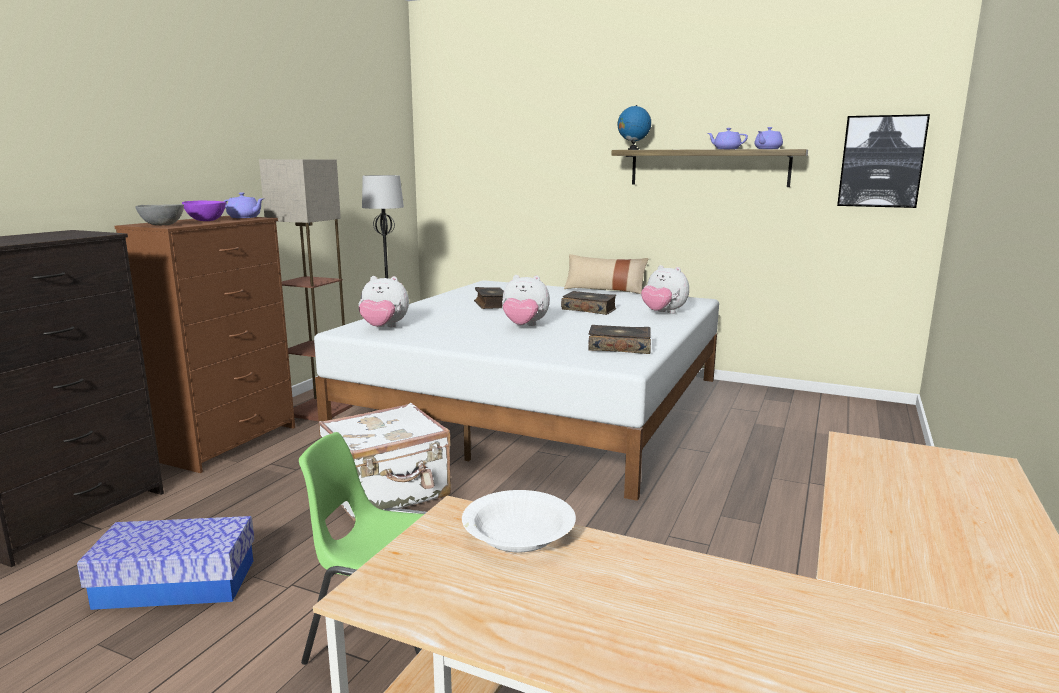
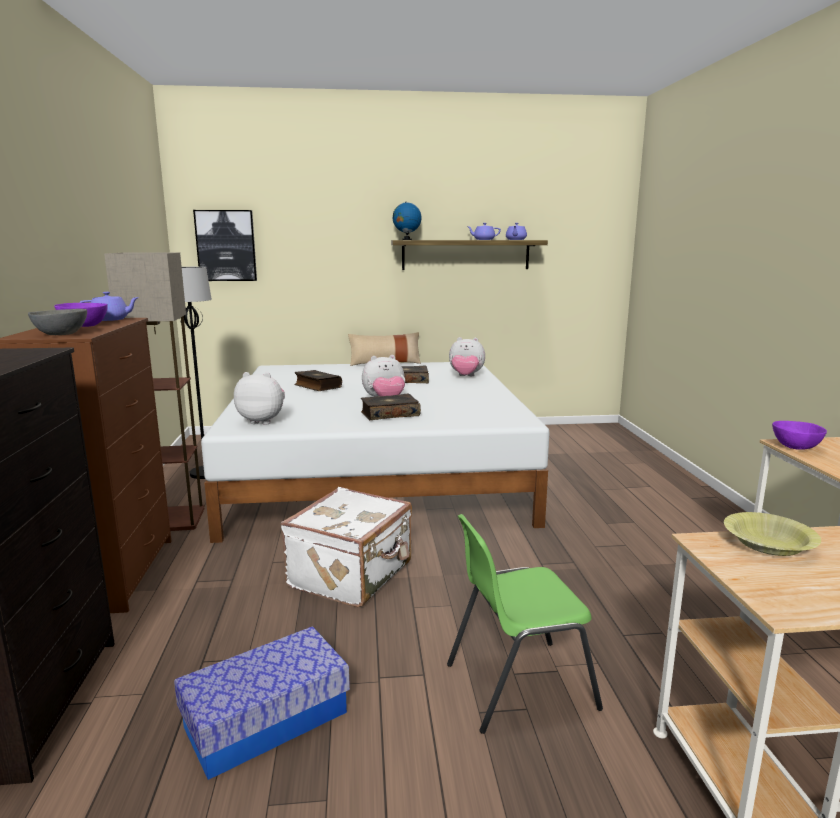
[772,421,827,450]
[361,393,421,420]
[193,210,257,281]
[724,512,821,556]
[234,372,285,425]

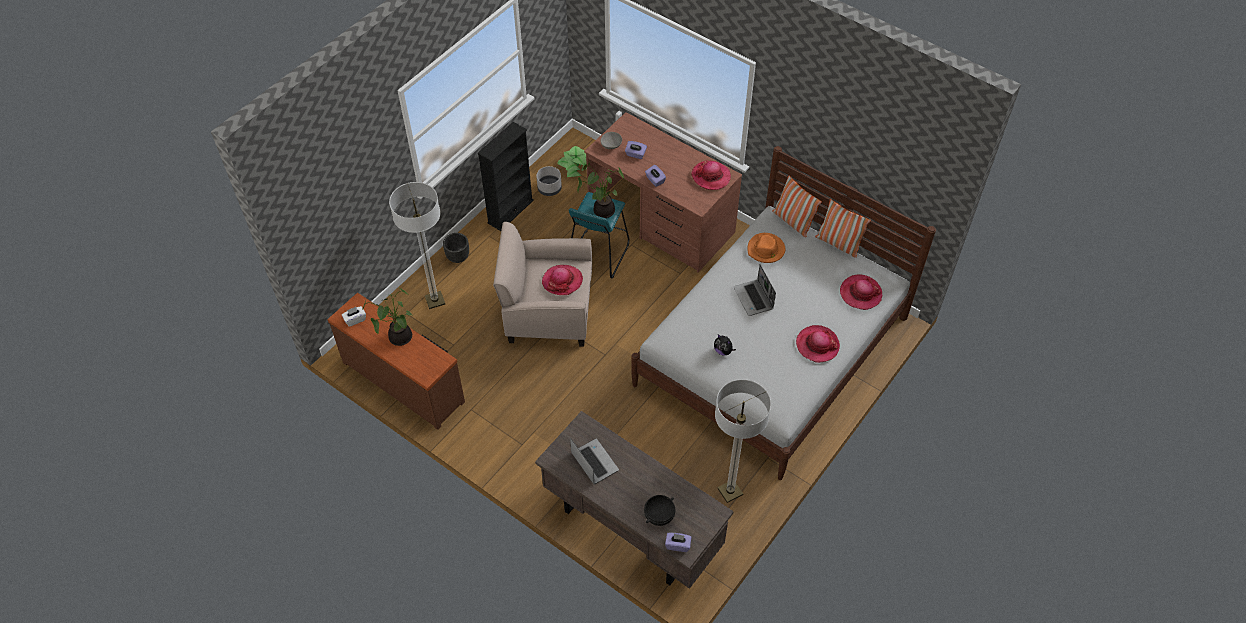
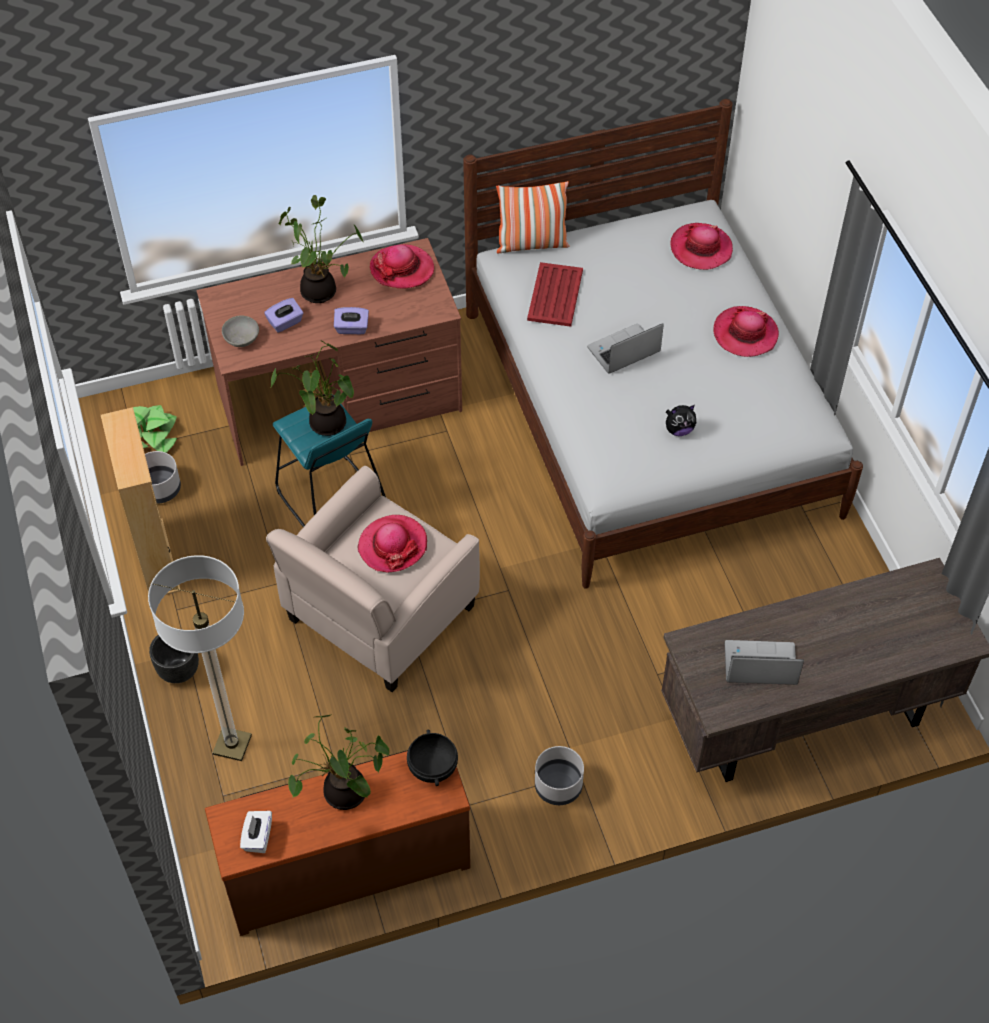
[665,533,691,552] (first image)
[715,379,771,503] (first image)
[815,199,871,258] (first image)
[278,195,363,303]
[535,746,584,805]
[407,729,458,786]
[527,262,583,327]
[101,407,181,595]
[587,323,664,374]

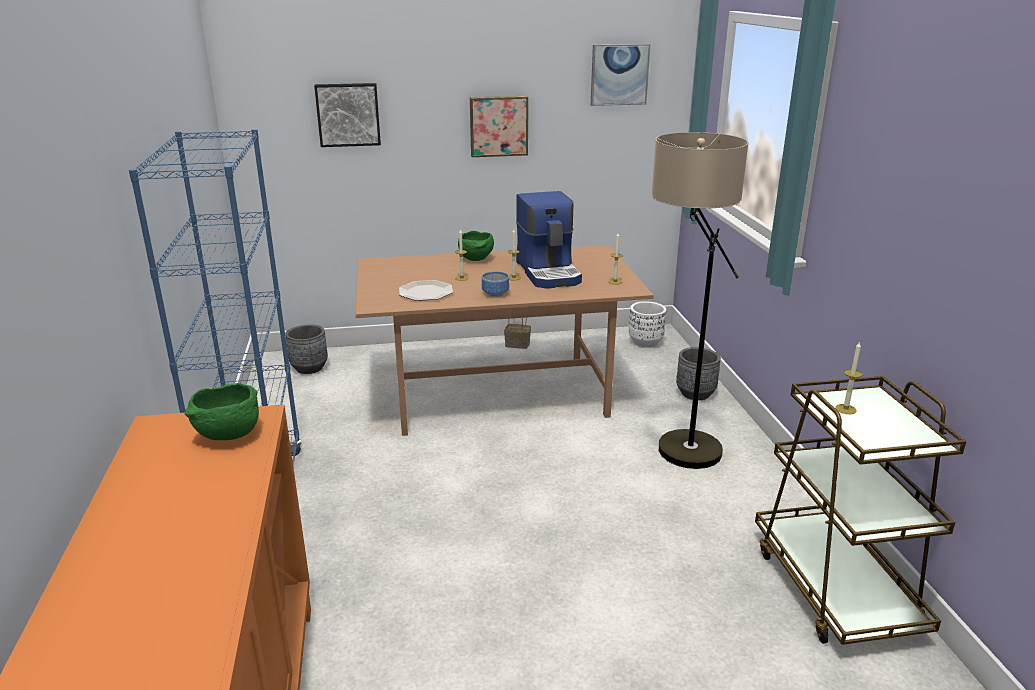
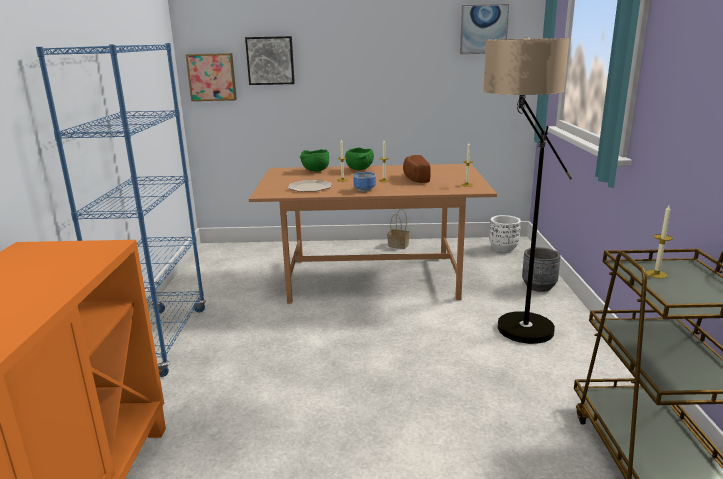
[285,324,328,374] (first image)
[300,149,329,172]
[185,53,237,101]
[403,155,430,183]

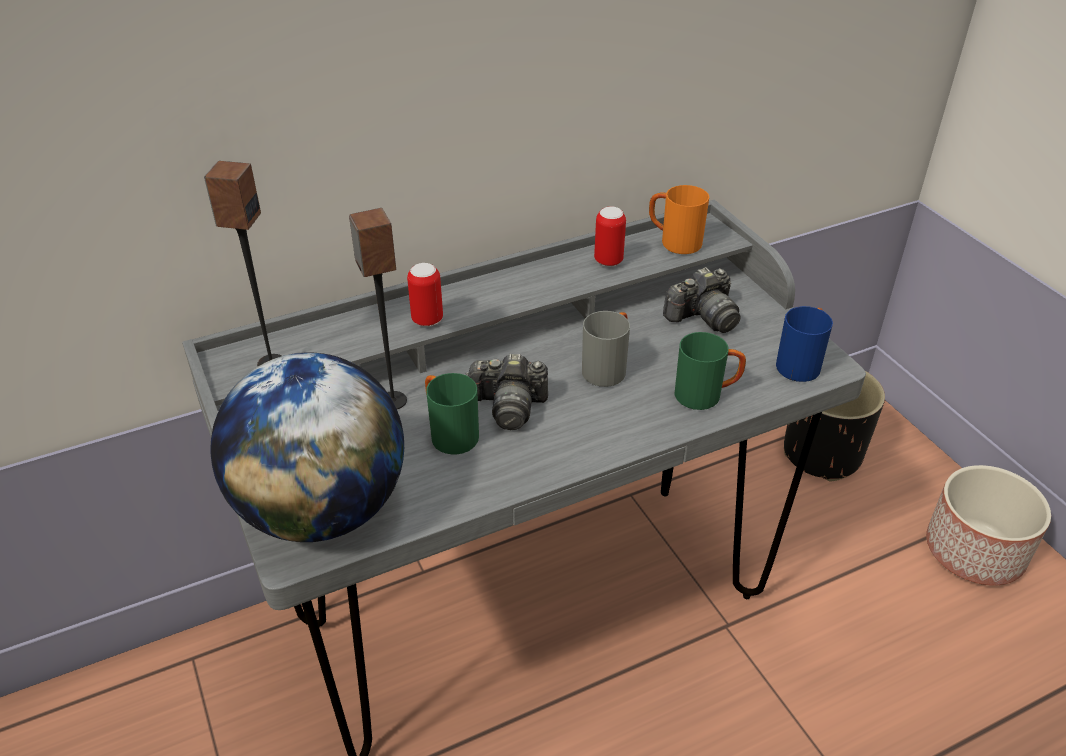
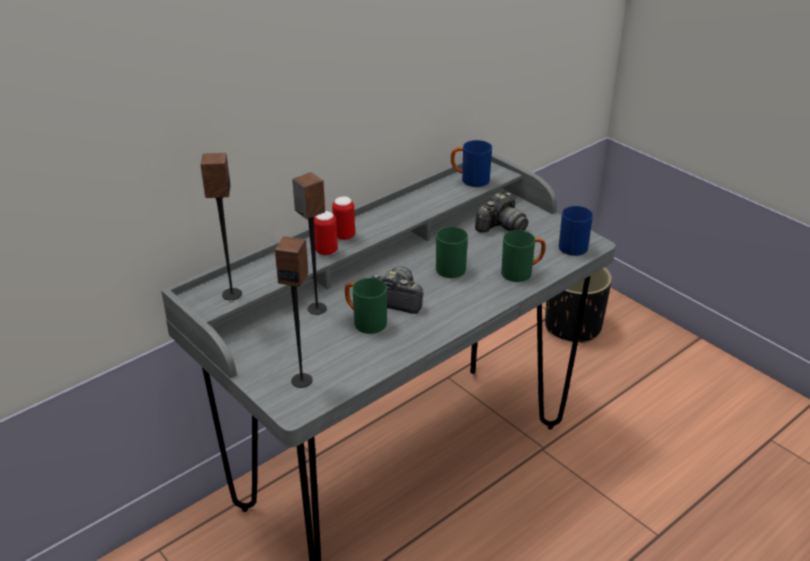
[926,465,1051,585] (first image)
[332,196,355,240]
[275,236,313,388]
[436,227,468,278]
[451,140,492,187]
[371,267,424,314]

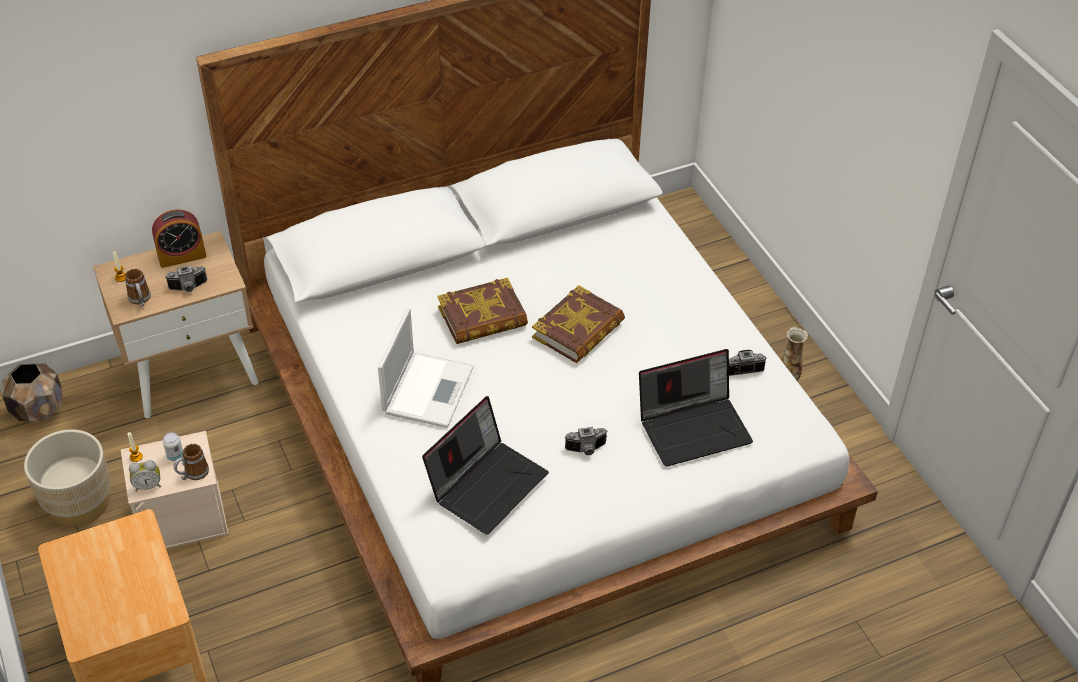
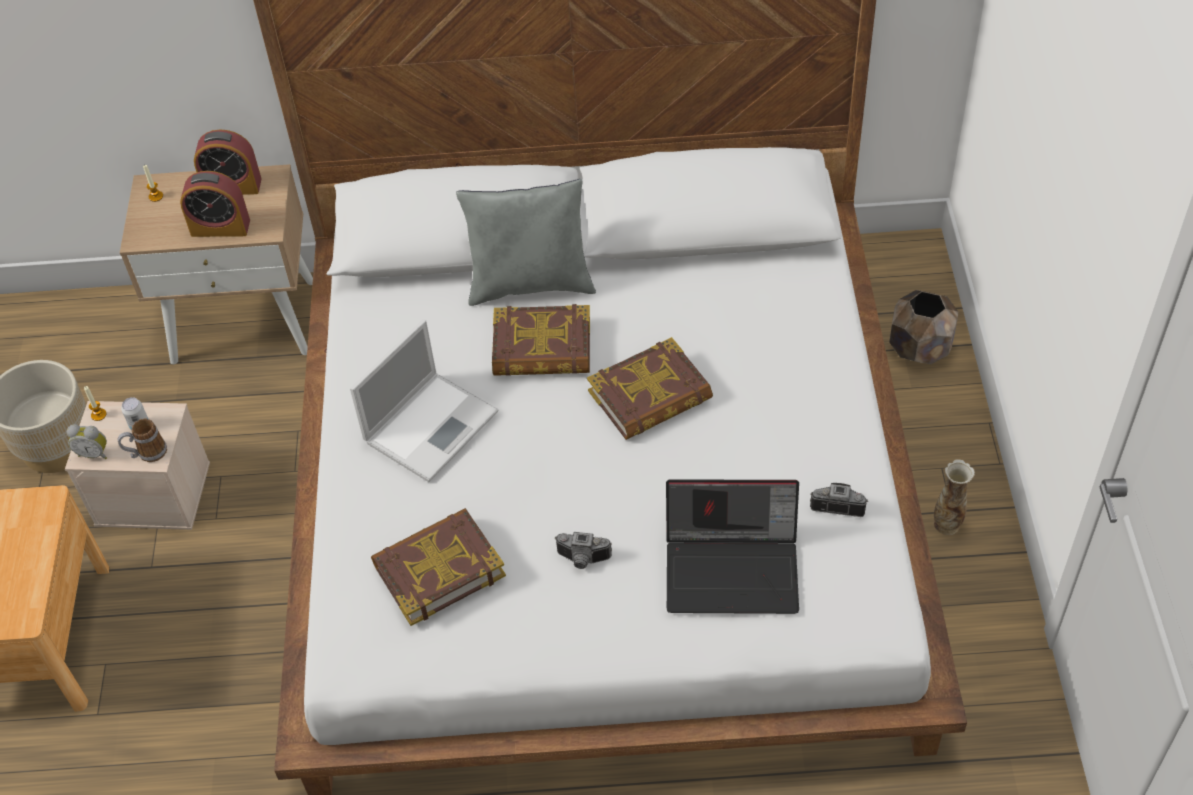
[125,269,151,306] (first image)
[456,179,596,306]
[889,290,958,364]
[180,171,250,237]
[371,508,506,626]

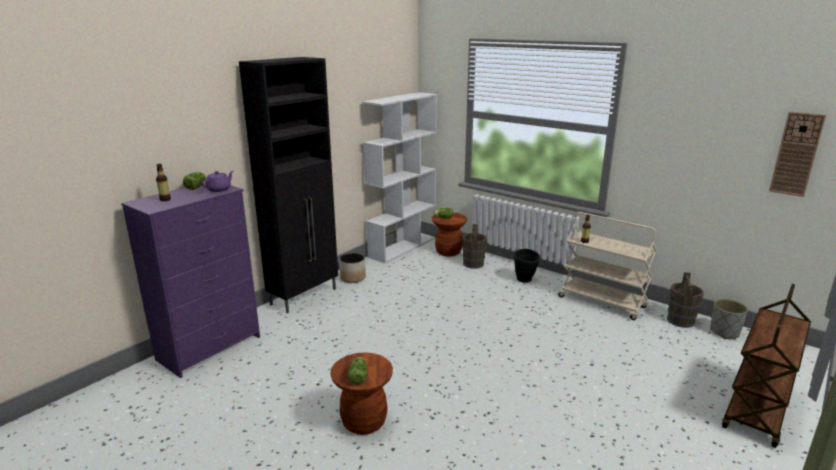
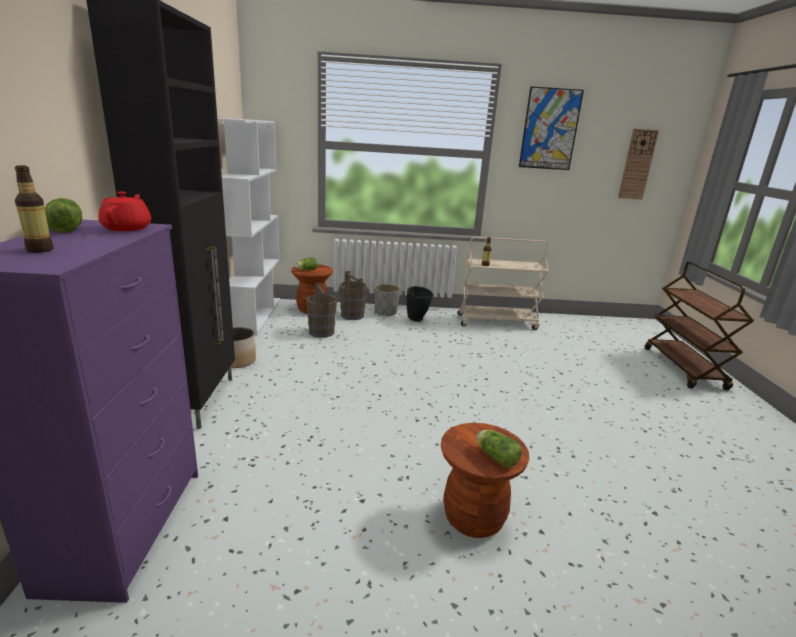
[519,86,584,170]
[306,283,337,338]
[374,284,400,317]
[98,191,151,231]

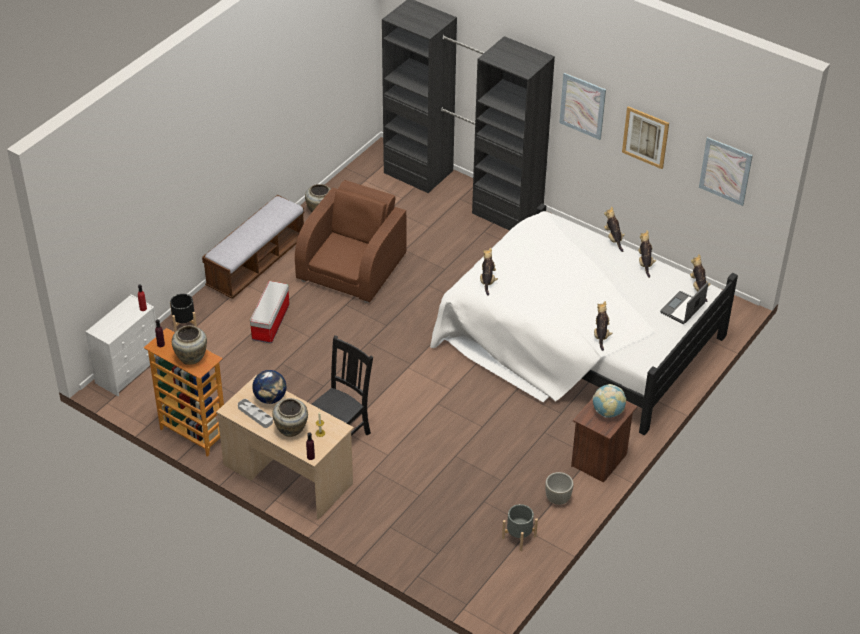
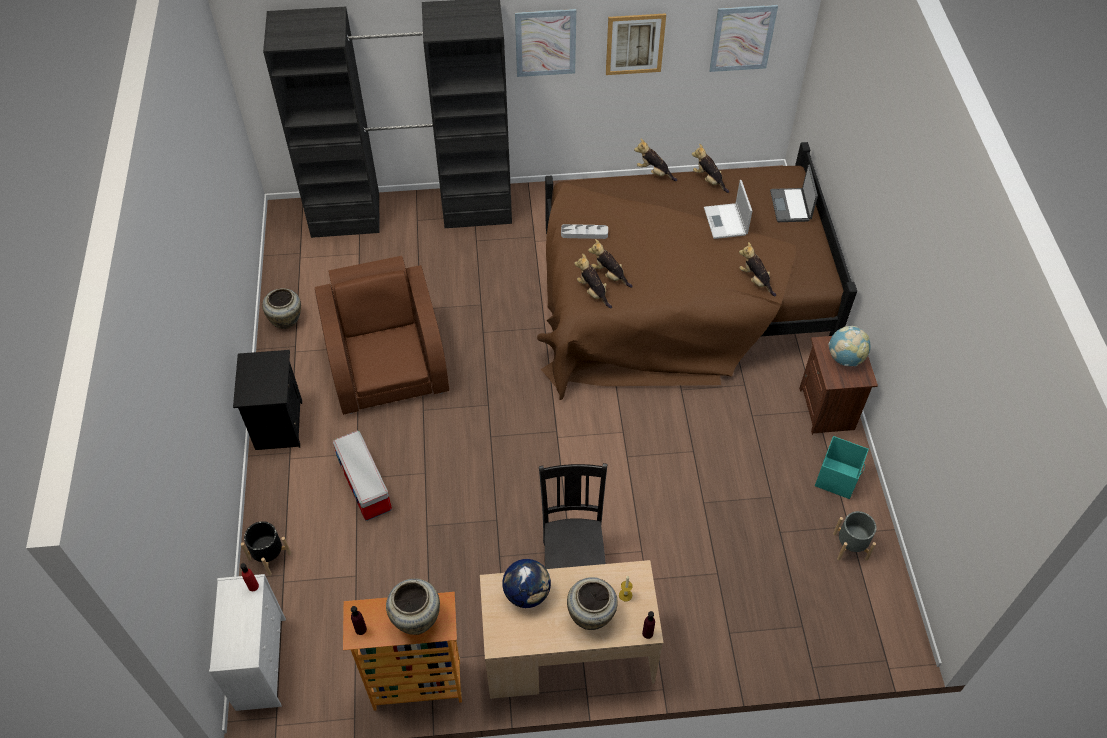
[704,180,752,239]
[561,224,608,239]
[588,239,633,288]
[233,350,302,450]
[815,436,869,499]
[537,142,857,400]

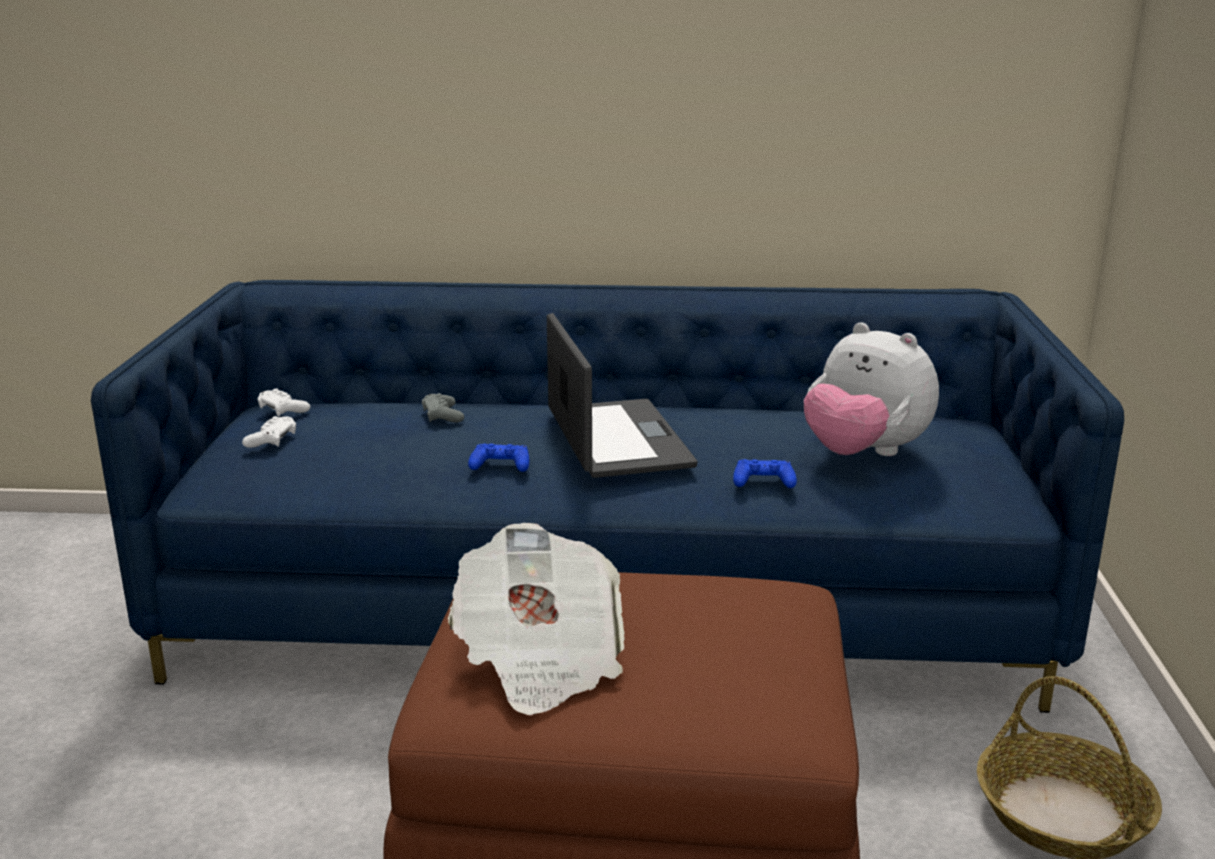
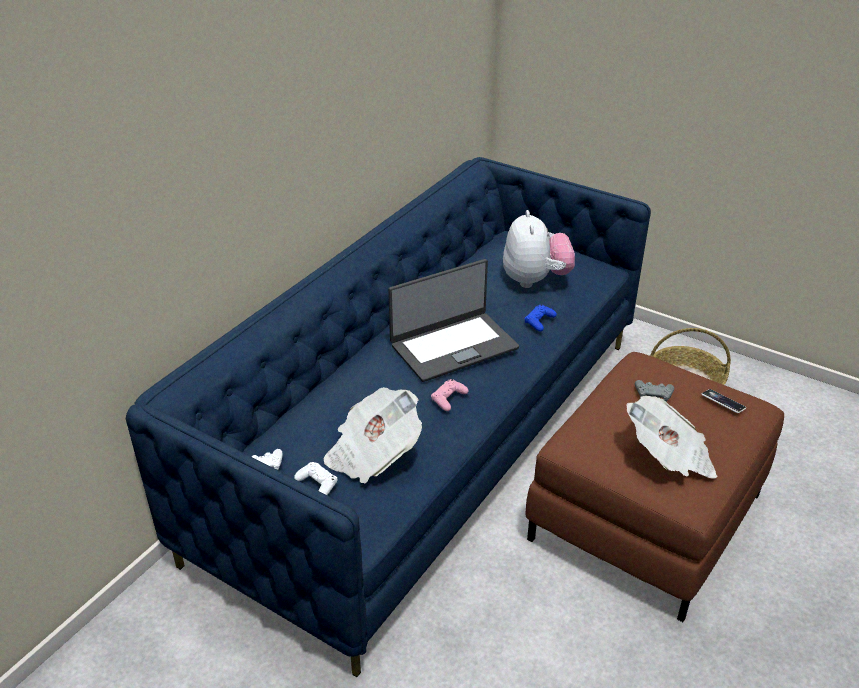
[324,387,422,484]
[701,389,746,413]
[635,380,674,402]
[431,379,469,411]
[388,259,519,382]
[503,210,575,288]

